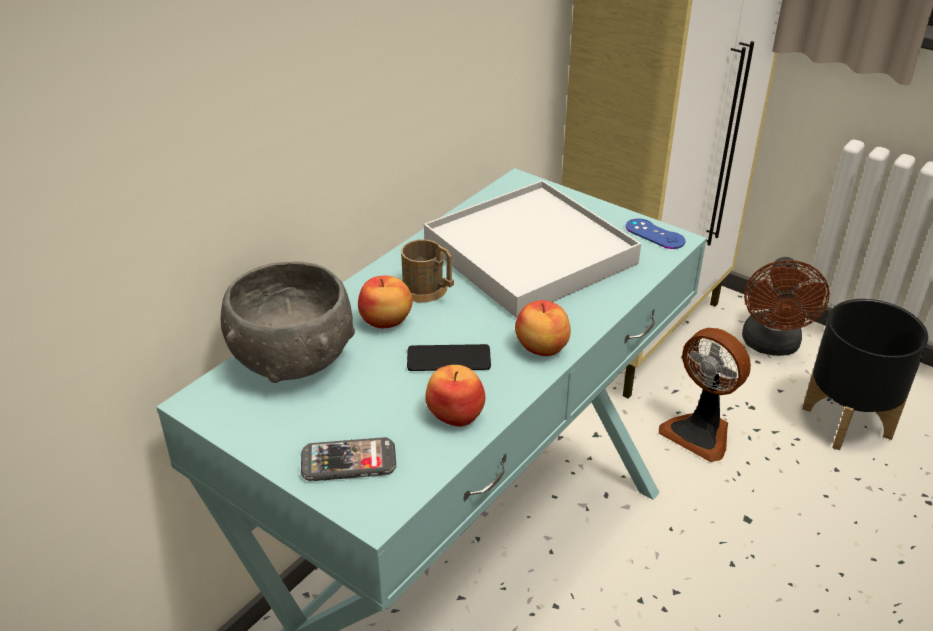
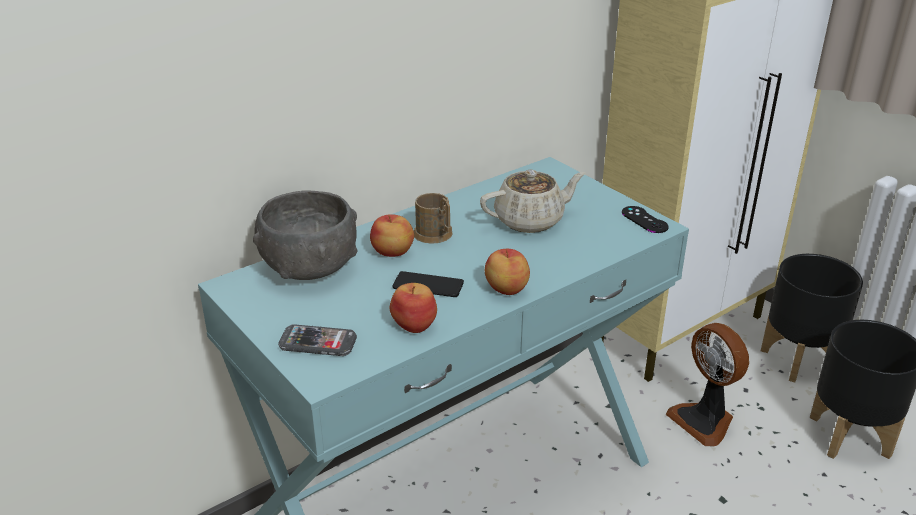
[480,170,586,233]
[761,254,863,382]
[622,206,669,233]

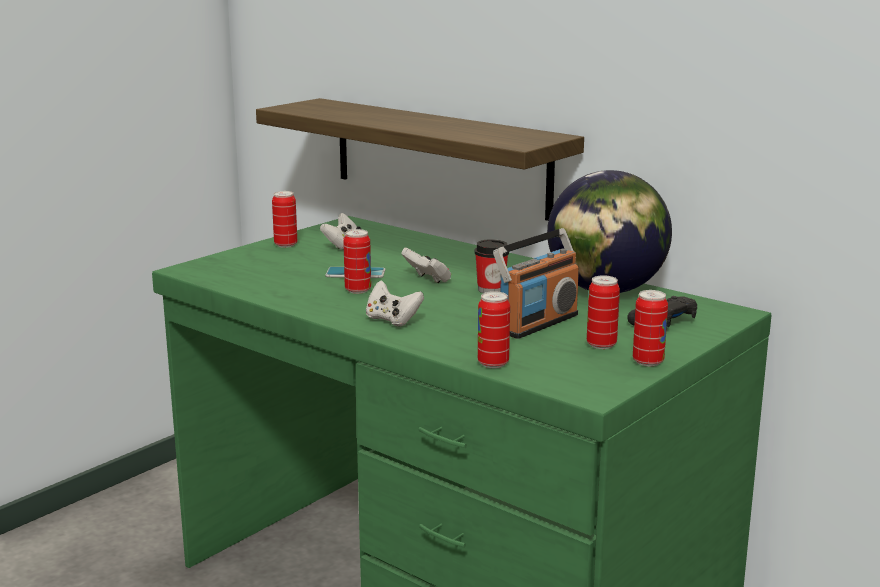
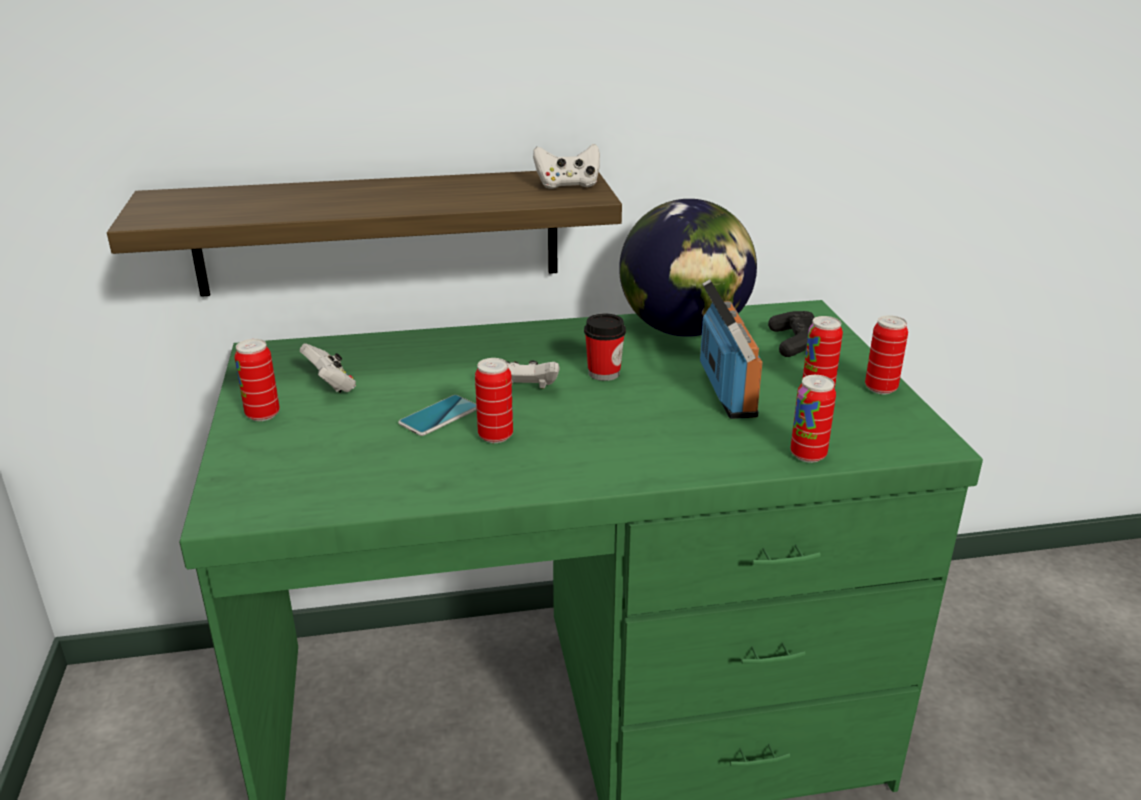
[533,144,600,189]

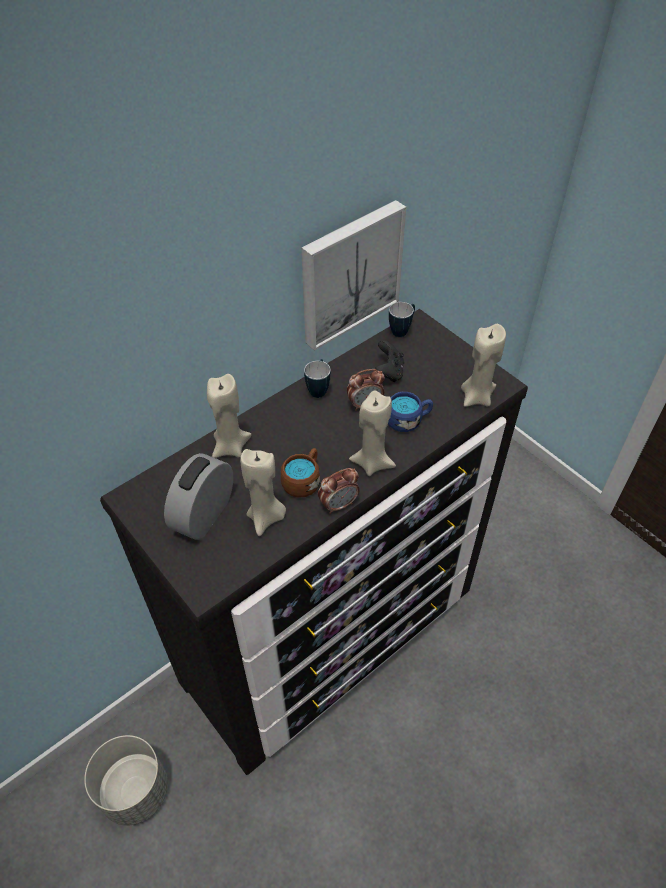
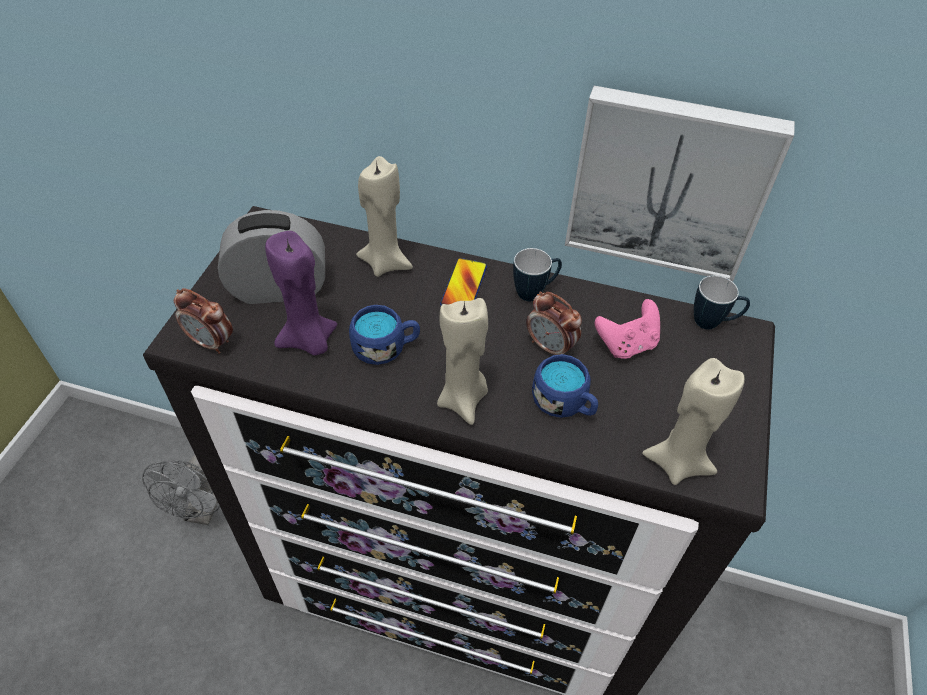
[440,258,487,305]
[174,288,233,354]
[142,454,220,525]
[265,231,337,356]
[349,305,420,365]
[595,299,660,359]

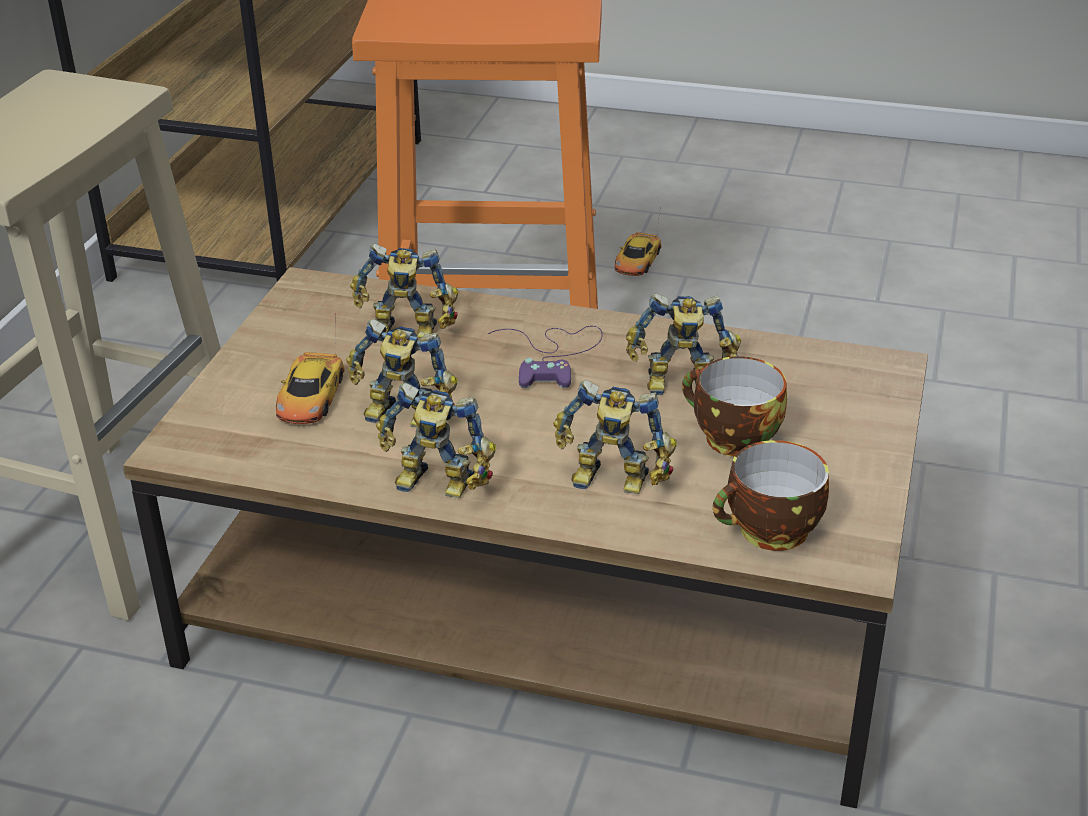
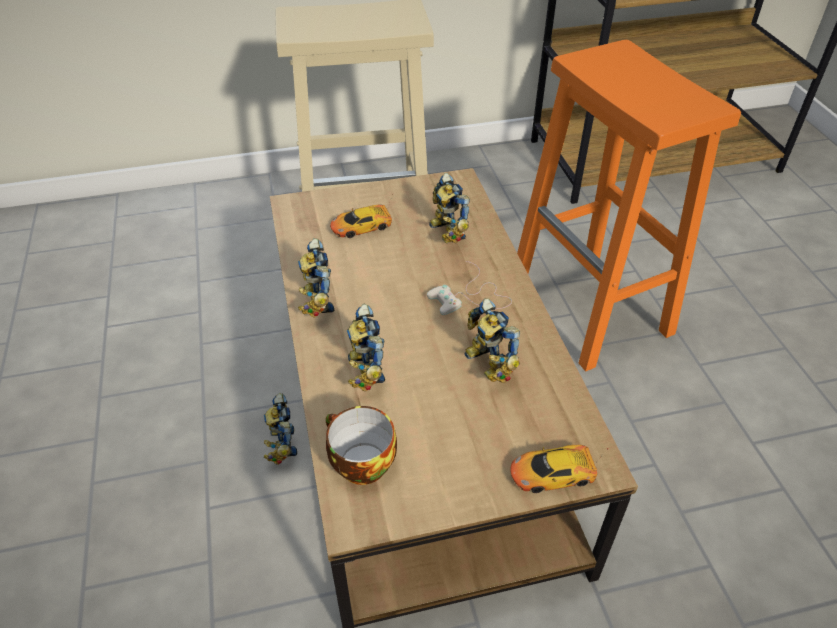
[682,356,787,457] (first image)
[264,393,297,465]
[511,445,608,493]
[427,261,512,315]

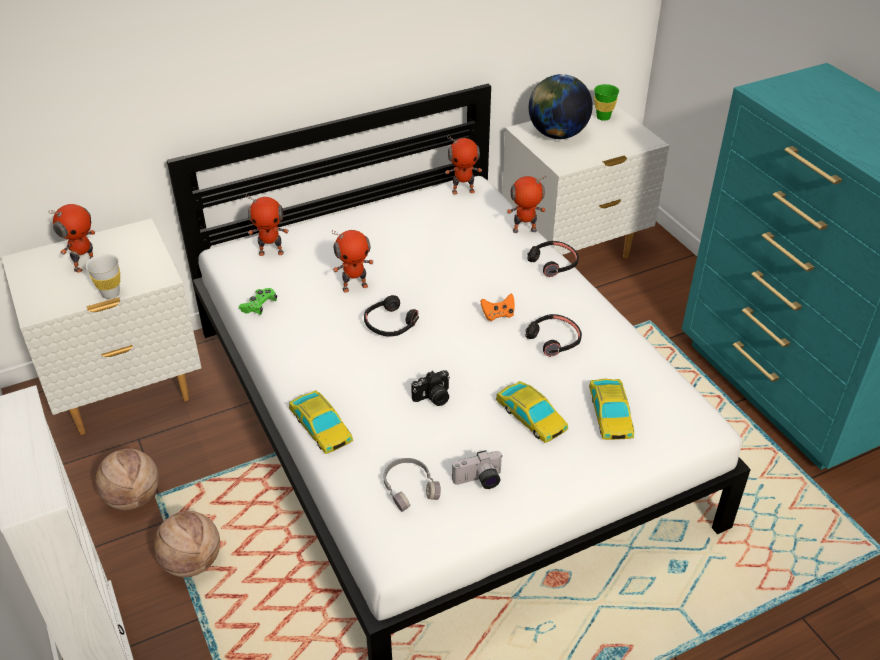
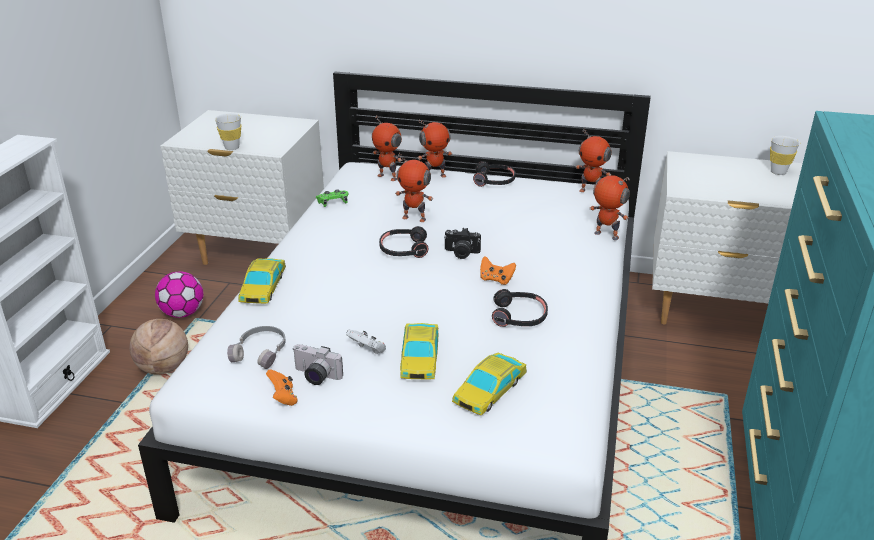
[529,74,593,139] (first image)
[266,370,298,406]
[346,330,386,354]
[417,119,452,178]
[444,228,481,259]
[473,161,516,187]
[155,271,203,318]
[770,136,800,175]

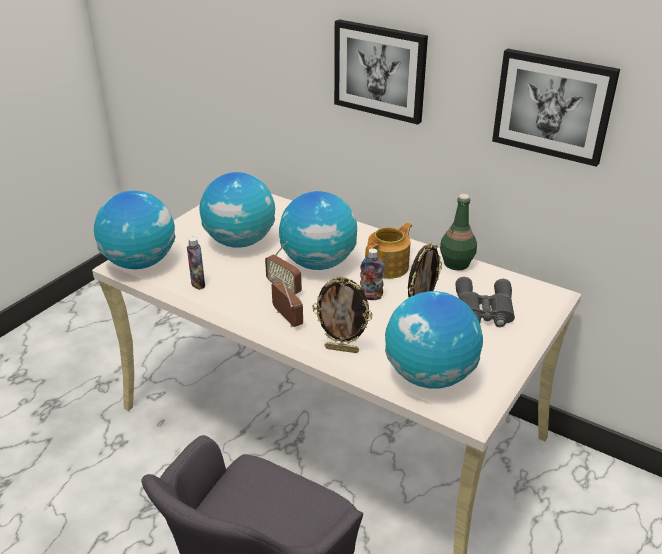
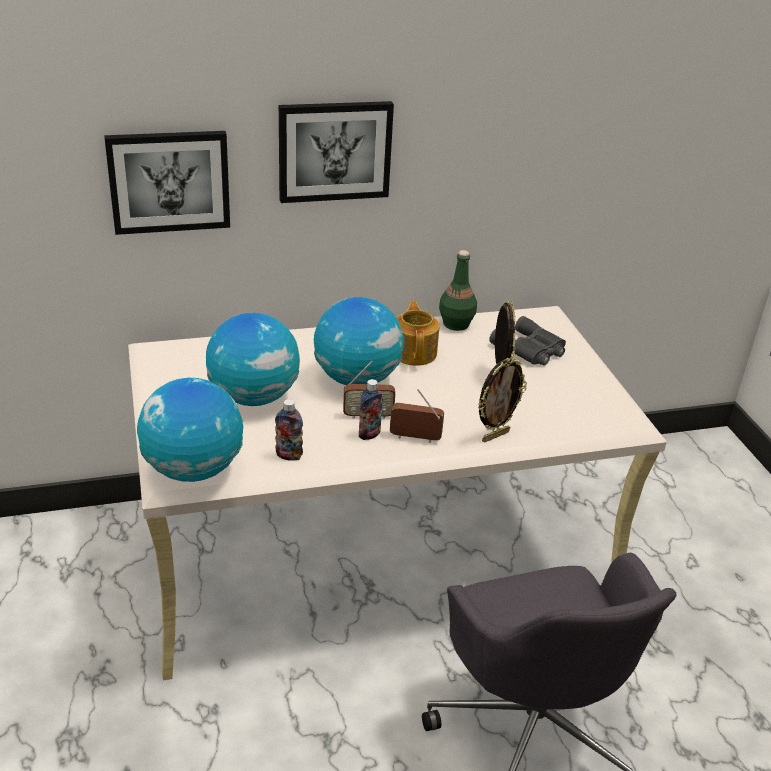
[385,291,483,389] (first image)
[359,379,383,440]
[104,131,230,235]

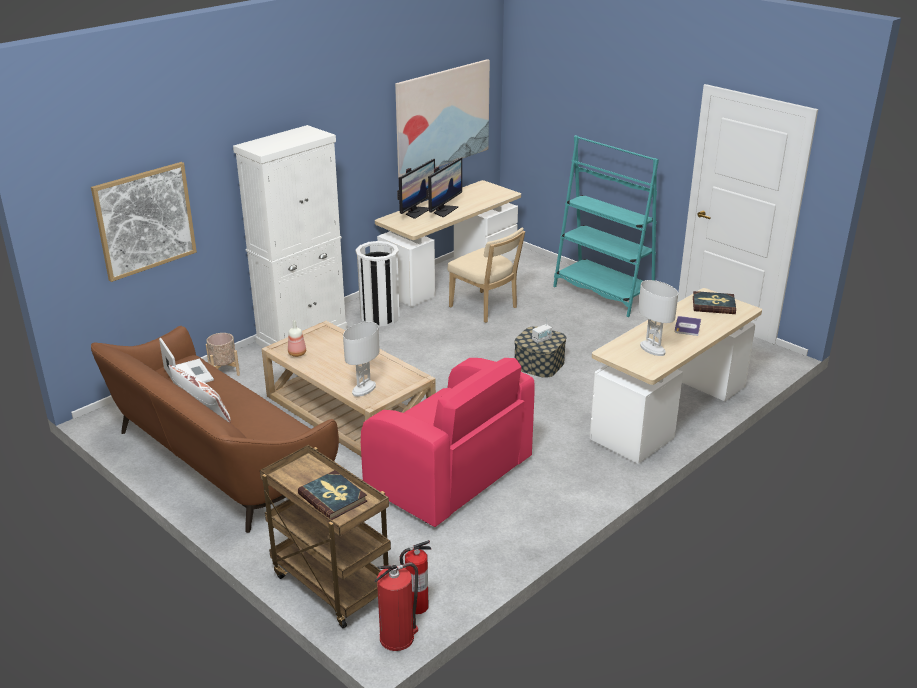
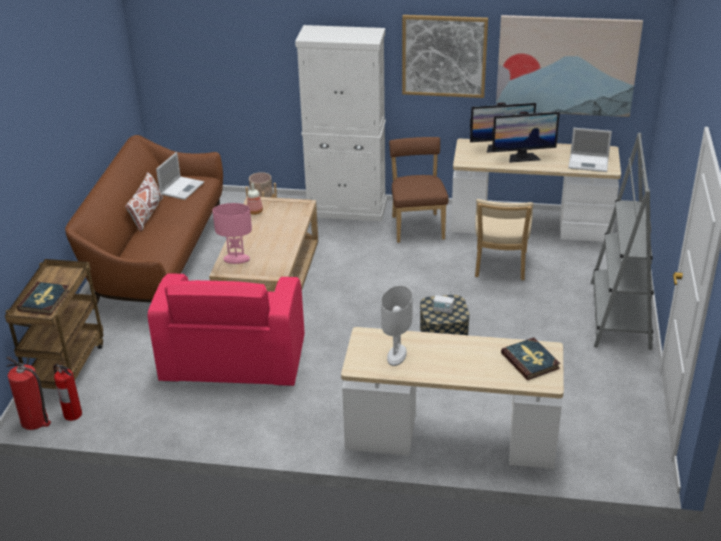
[674,316,701,336] (first image)
[568,128,612,172]
[402,15,488,98]
[389,137,449,243]
[213,203,252,264]
[591,133,654,350]

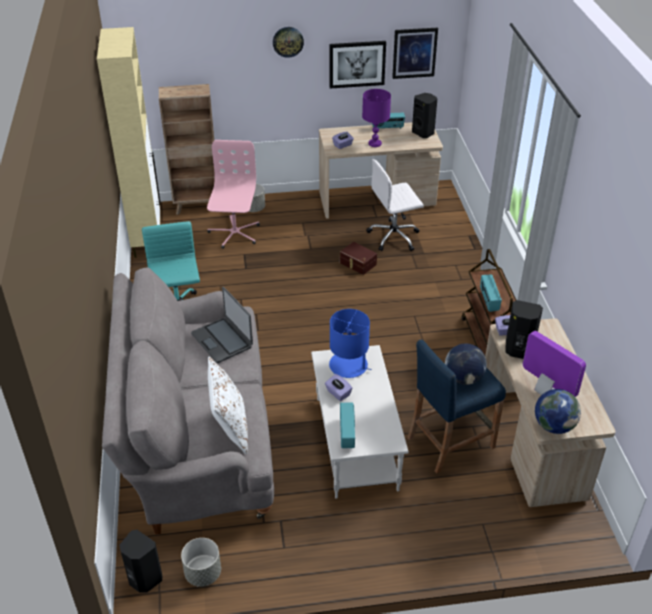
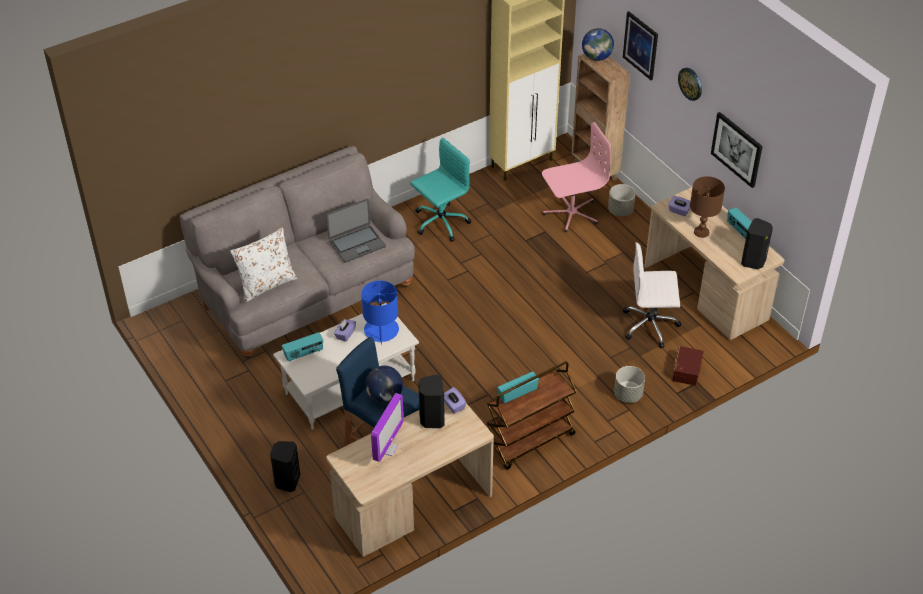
[270,441,300,492]
[614,366,645,403]
[672,346,704,386]
[623,11,658,80]
[582,28,614,61]
[690,176,725,238]
[326,199,386,263]
[623,242,681,348]

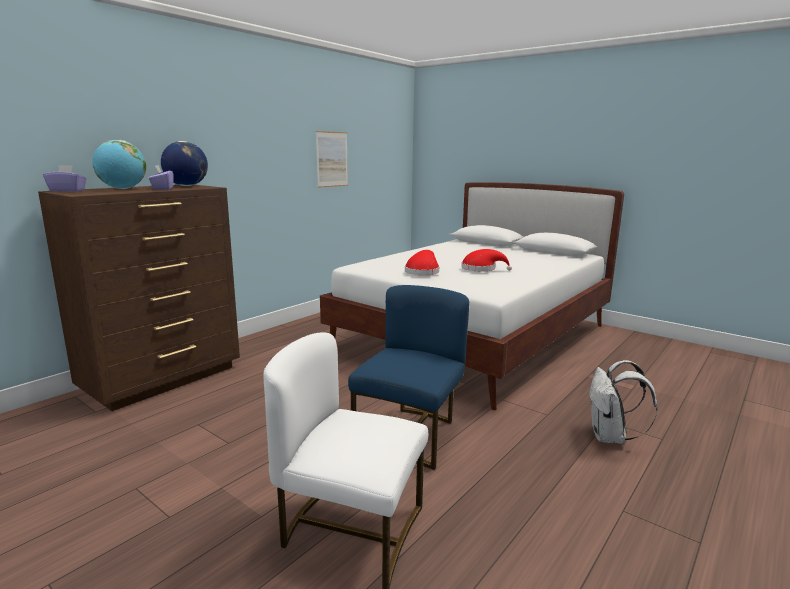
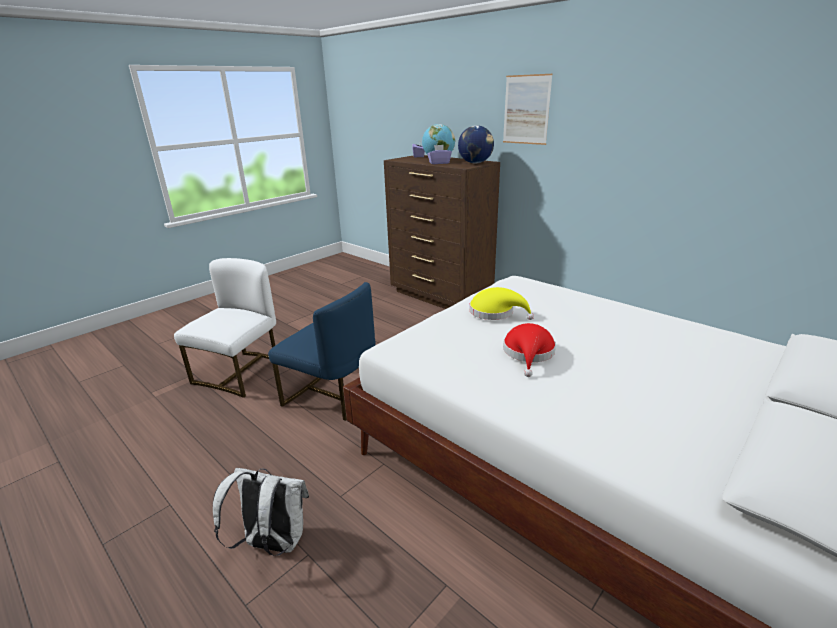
[503,74,553,145]
[469,287,534,320]

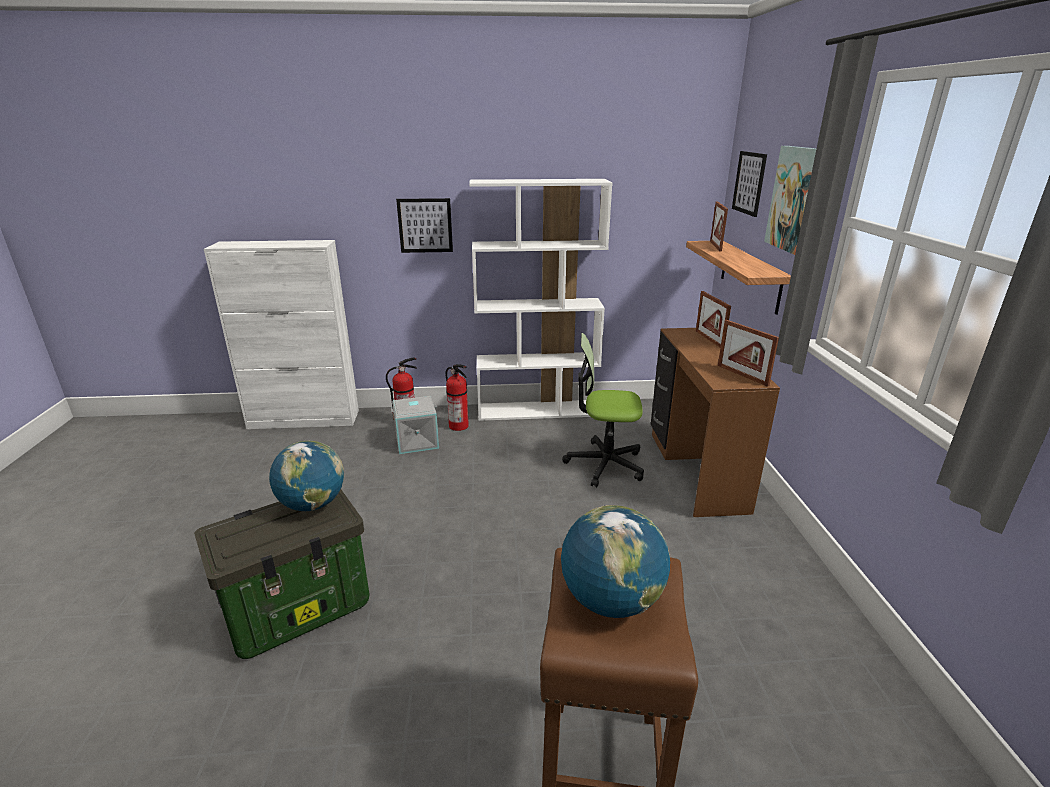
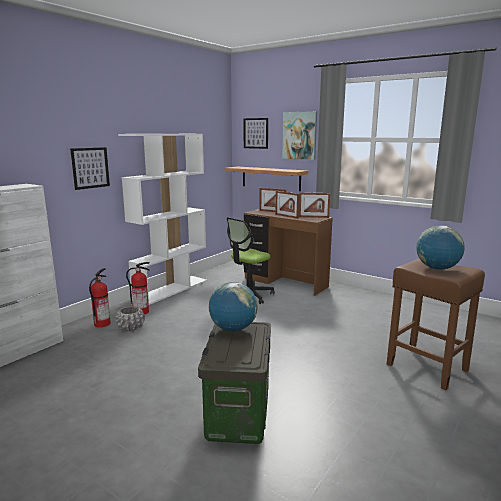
[275,191,299,219]
[116,306,145,331]

